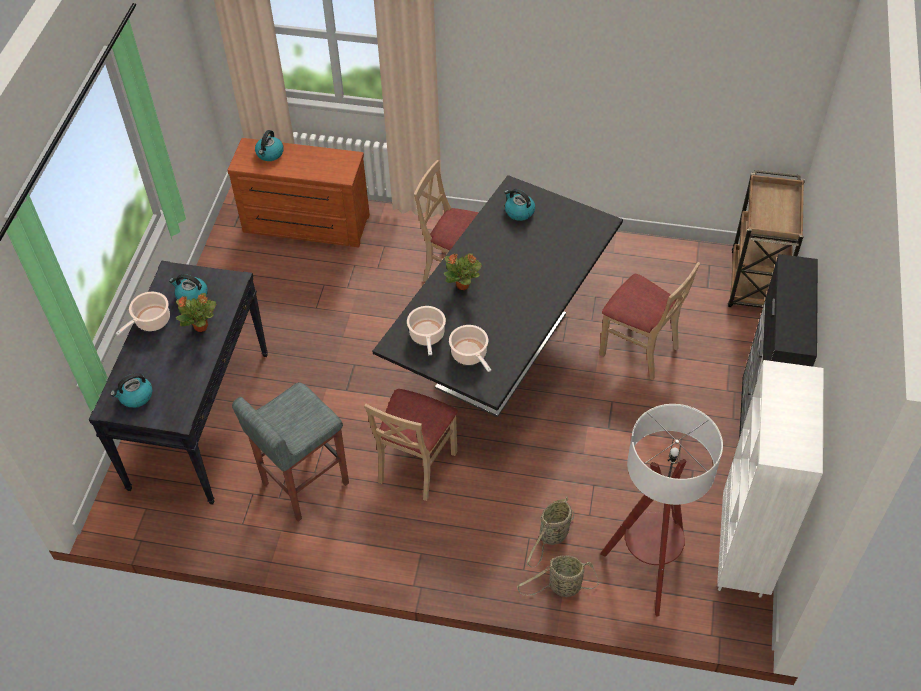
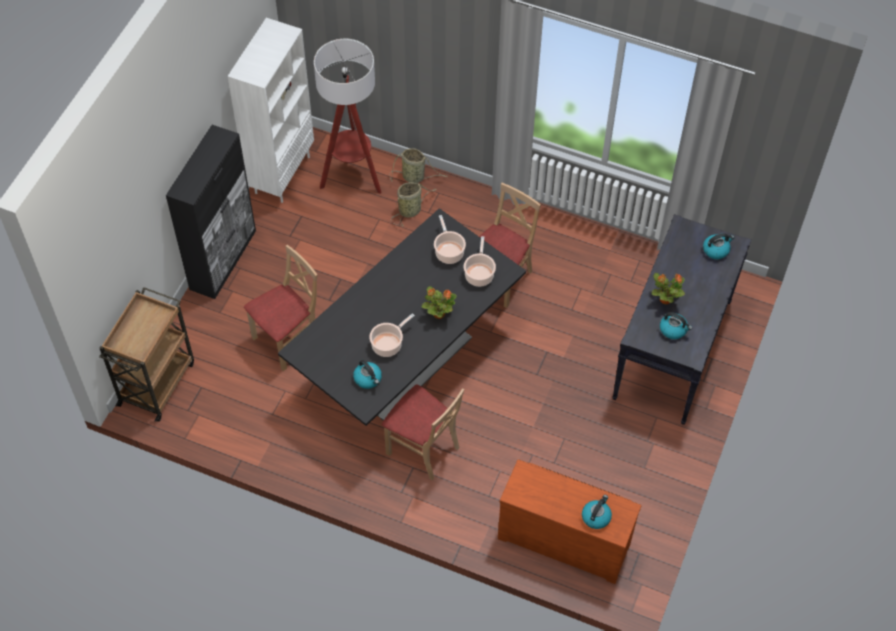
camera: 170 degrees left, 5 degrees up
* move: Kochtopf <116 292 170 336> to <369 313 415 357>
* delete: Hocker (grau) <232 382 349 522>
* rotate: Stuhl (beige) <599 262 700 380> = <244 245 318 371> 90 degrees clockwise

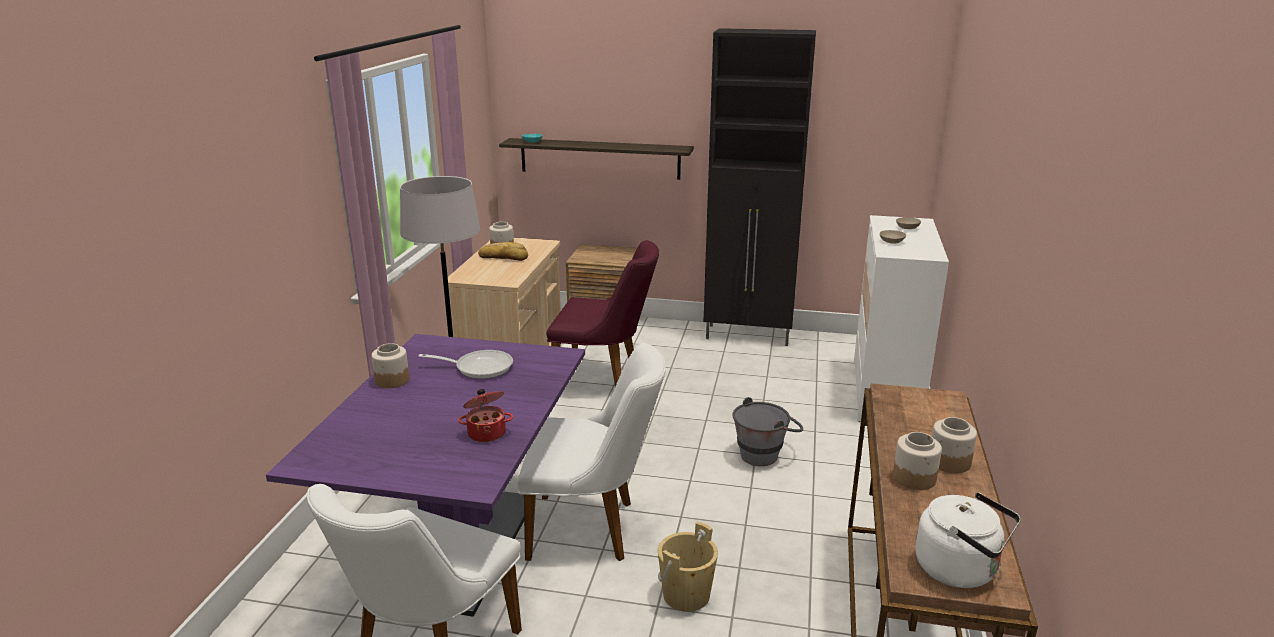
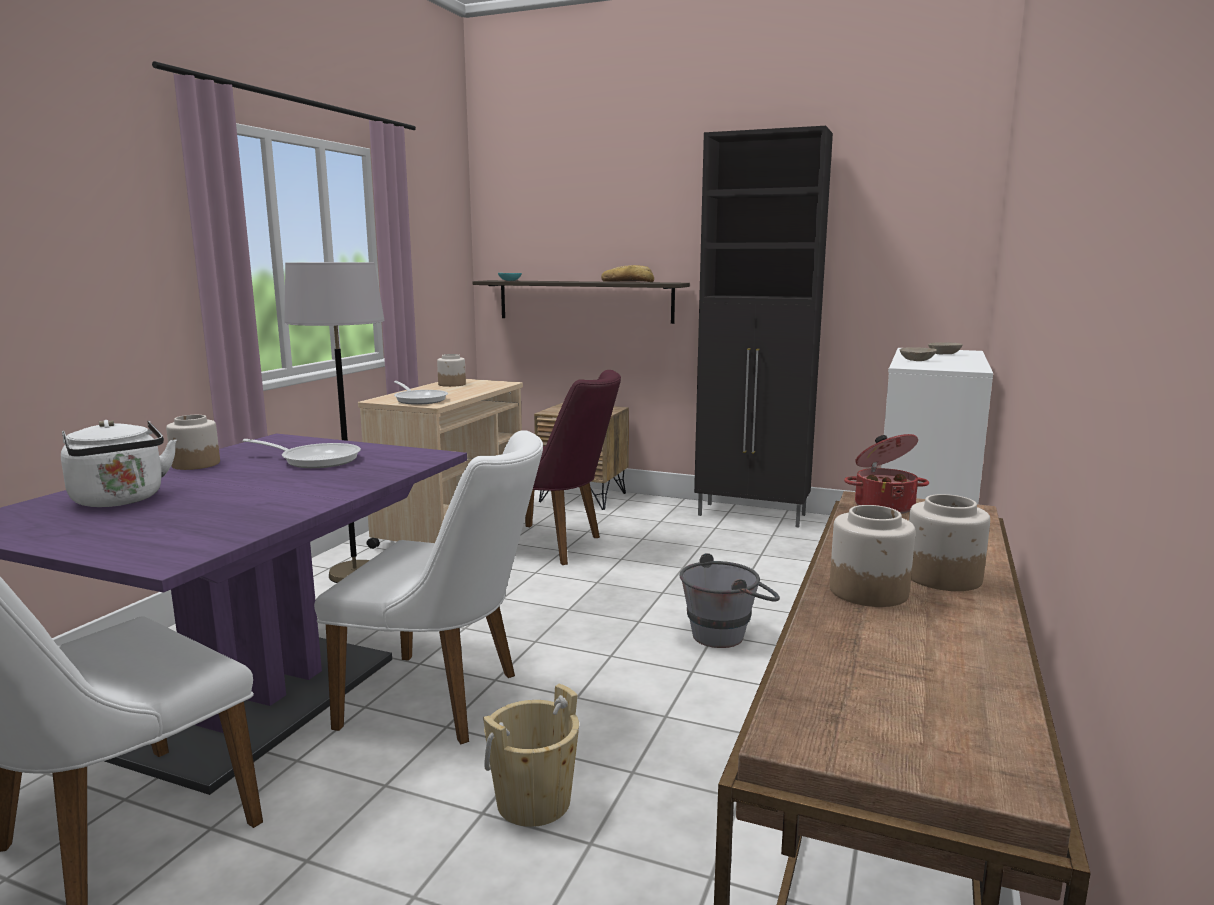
camera: 10 degrees right, 10 degrees down
* move: Kochtopf <458 389 513 442> to <844 434 929 514>
* move: Brot <478 242 528 261> to <601 265 654 282>
* move: Wasserkessel (weiß) <915 492 1021 588> to <61 420 177 507>
* insert: Pfanne <394 381 448 405>

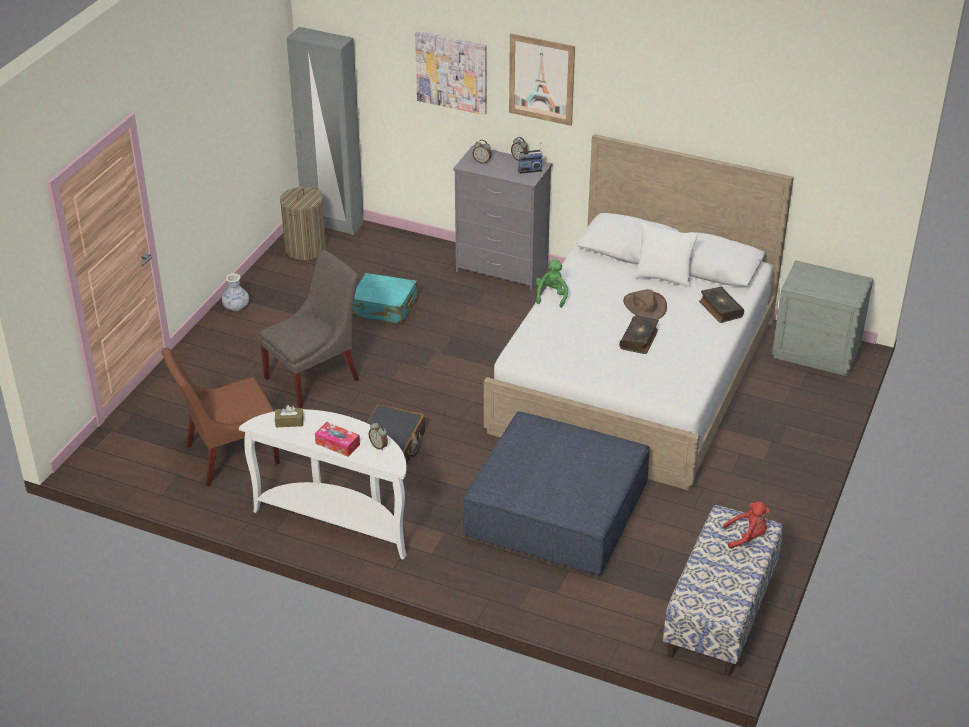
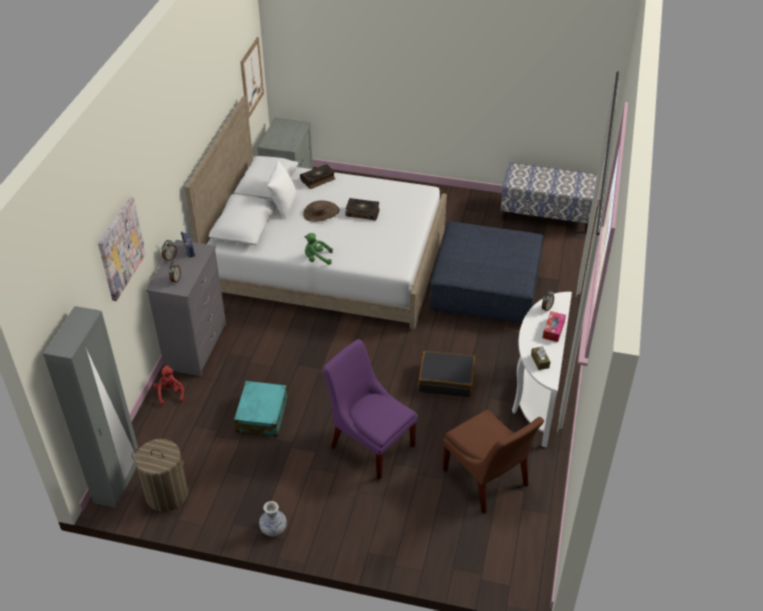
camera: 100 degrees left, 5 degrees up
* recolor: Stuhl (grau) <258 250 359 408> to Stuhl (lila) <323 339 417 480>
* move: Bild <509 34 575 126> to <241 37 264 117>
* move: Plüschtier (rot) <723 502 770 549> to <153 365 184 405>

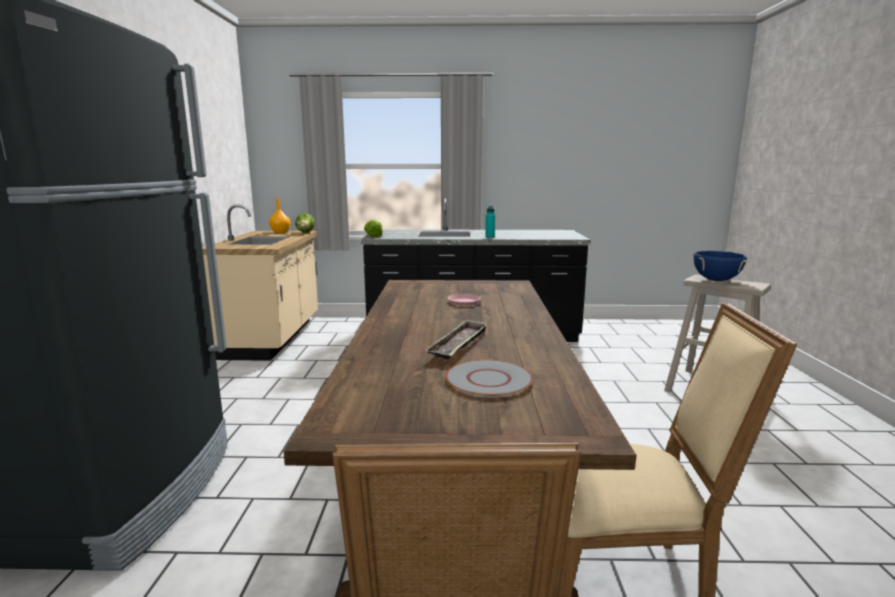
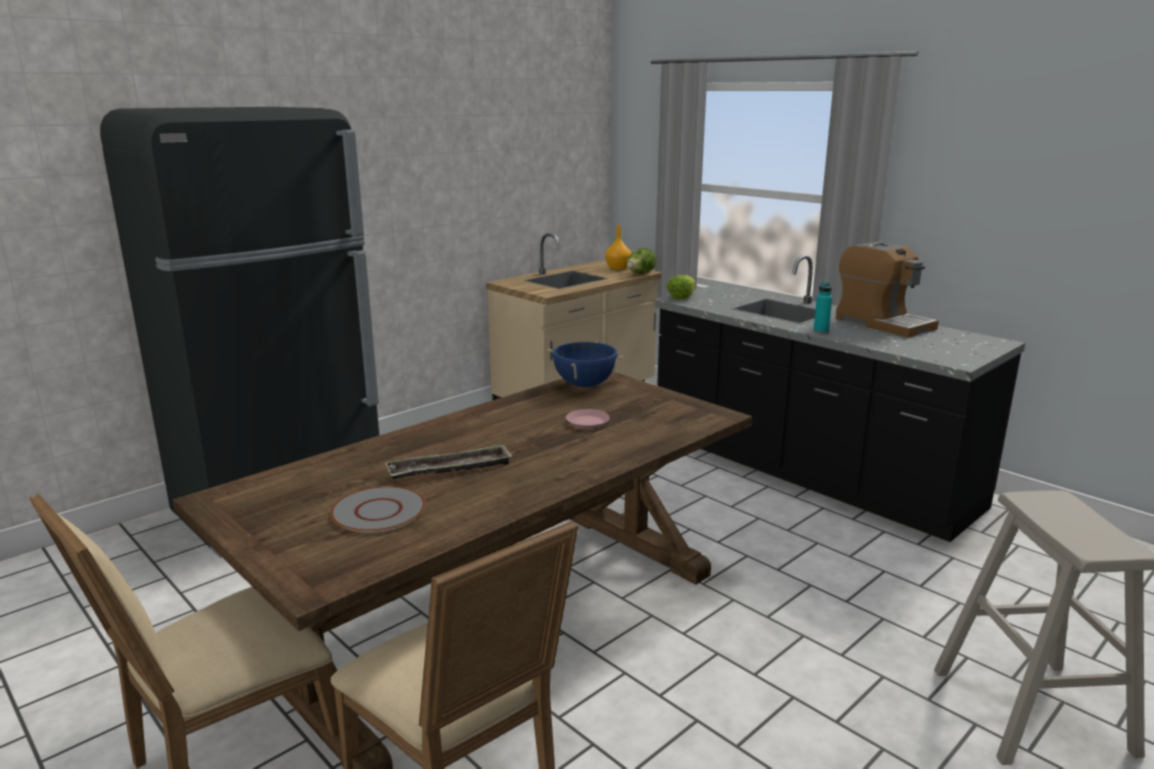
camera: 45 degrees right, 5 degrees up
* move: Kochtopf (blau) <694 251 748 281> to <547 342 624 388>
* insert: Kaffeemaschine <835 242 939 338>

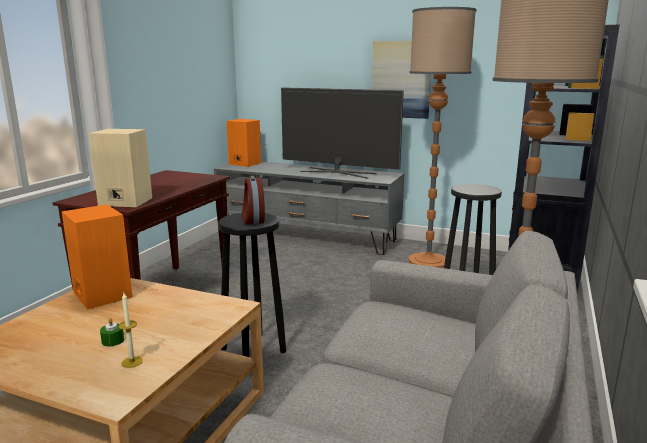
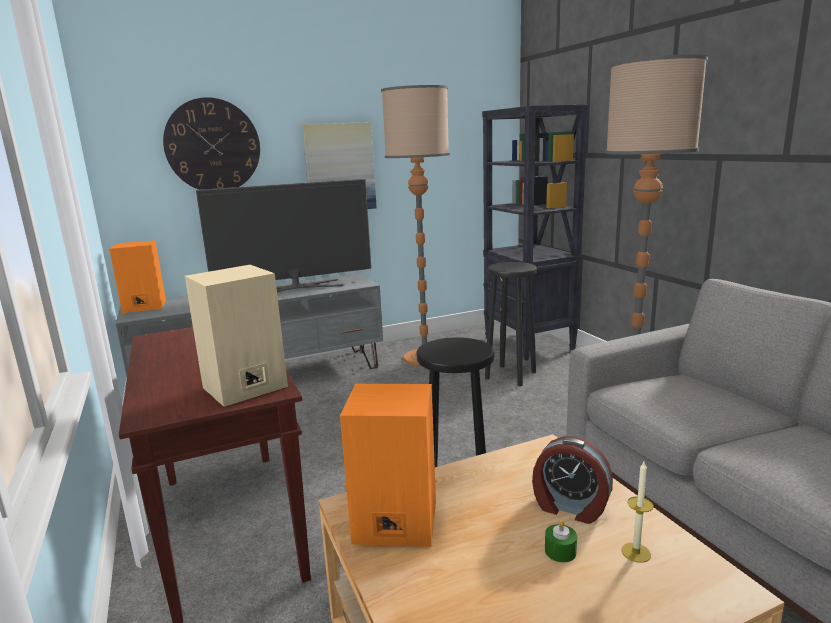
camera: 45 degrees left, 0 degrees up
* move: Wecker <242 176 265 225> to <532 436 613 524>
* insert: Wanduhr <163 97 260 190>

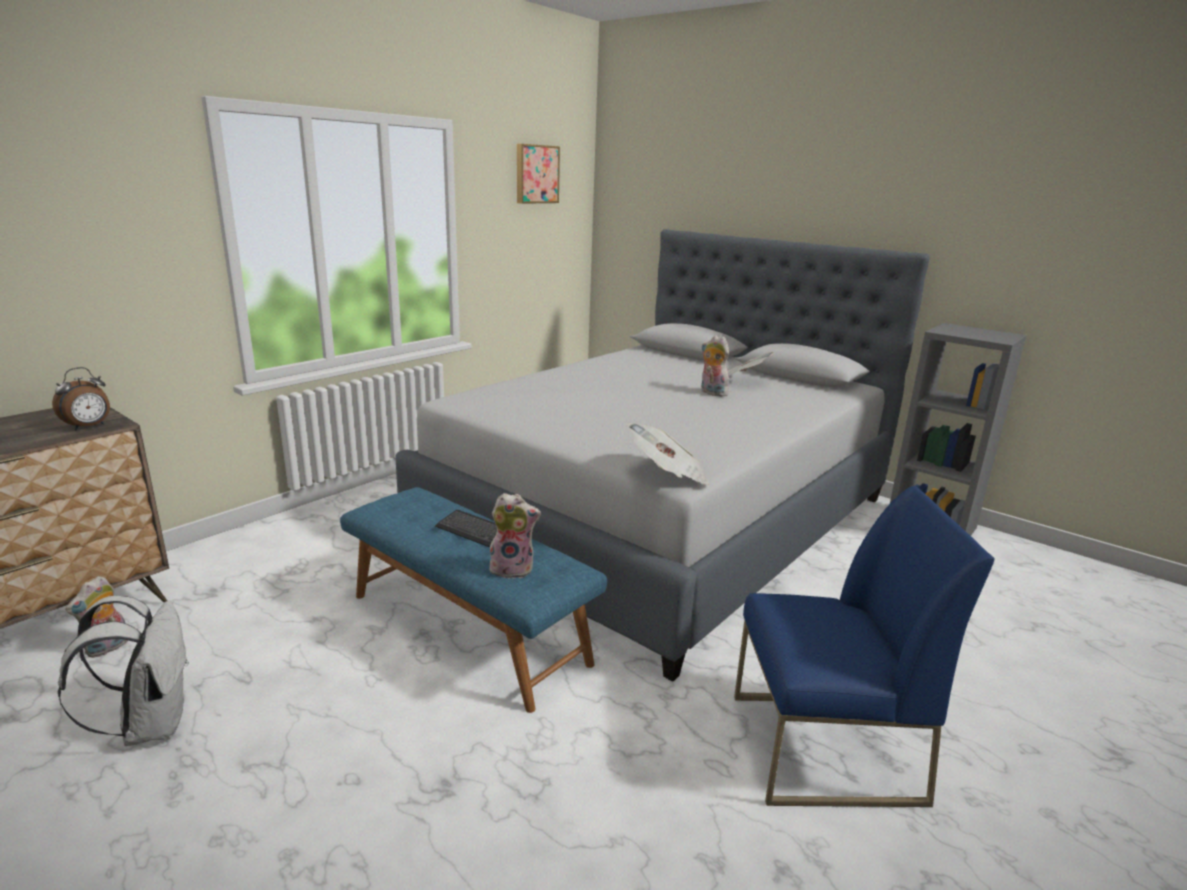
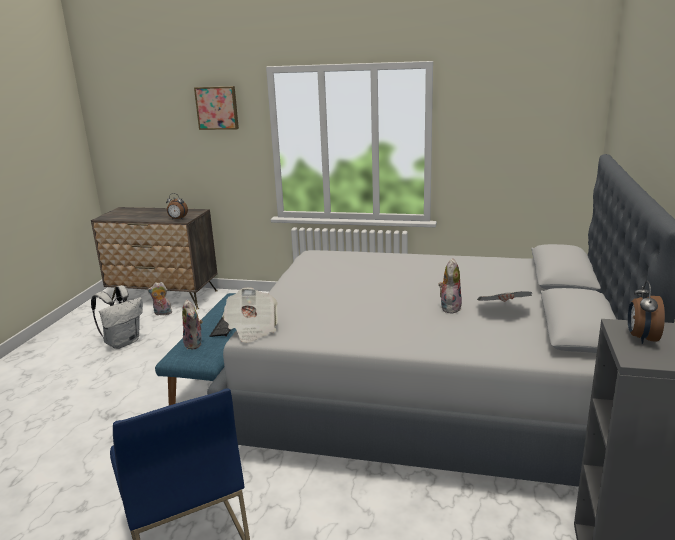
camera: 65 degrees right, 0 degrees up
* move: Bild <517 144 560 204> to <194 86 239 130>
* insert: Wecker <628 281 665 344>

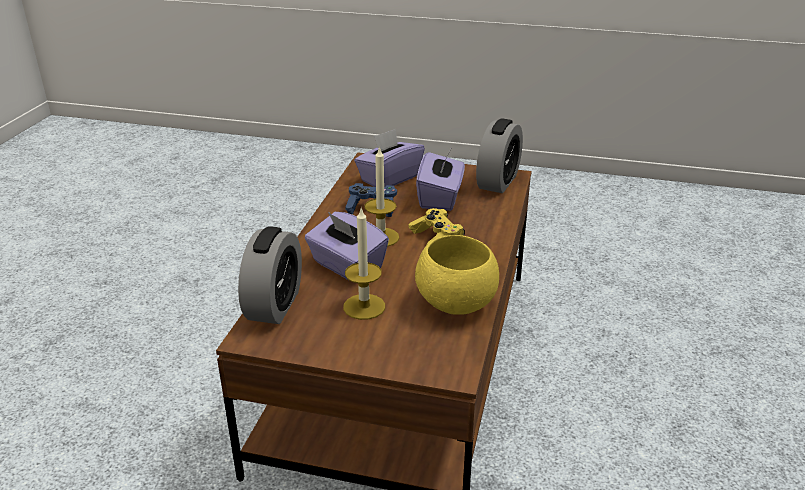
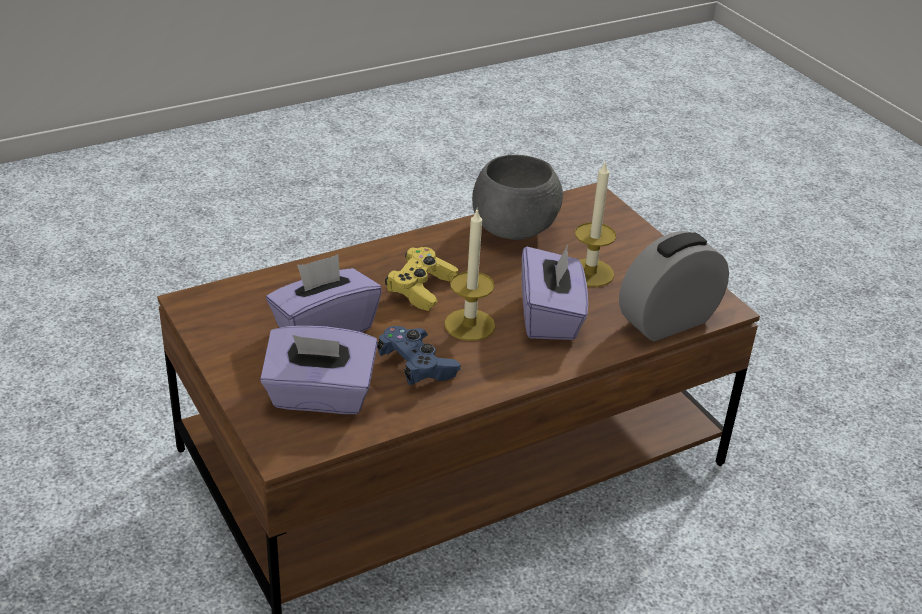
camera: 135 degrees left, 5 degrees up
* recolor: Schüssel (gelb) <415 235 499 315> to Schüssel (grau) <472 155 563 240>
* delete: Wecker <476 118 523 193>

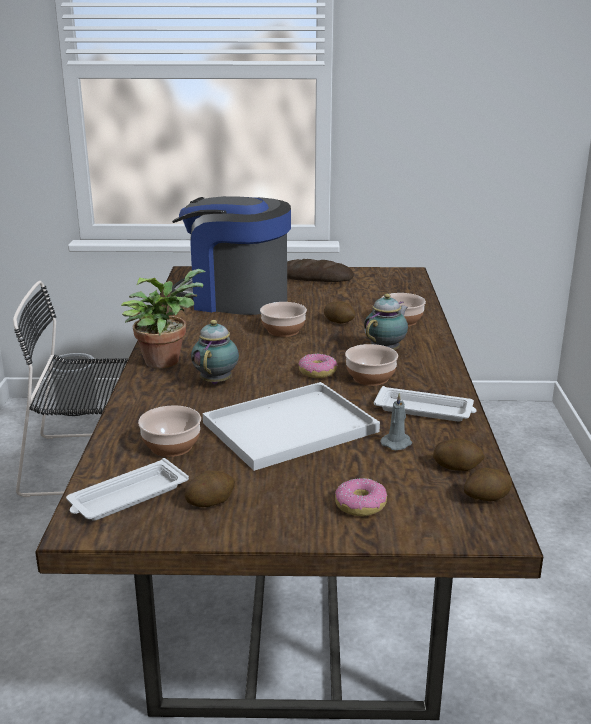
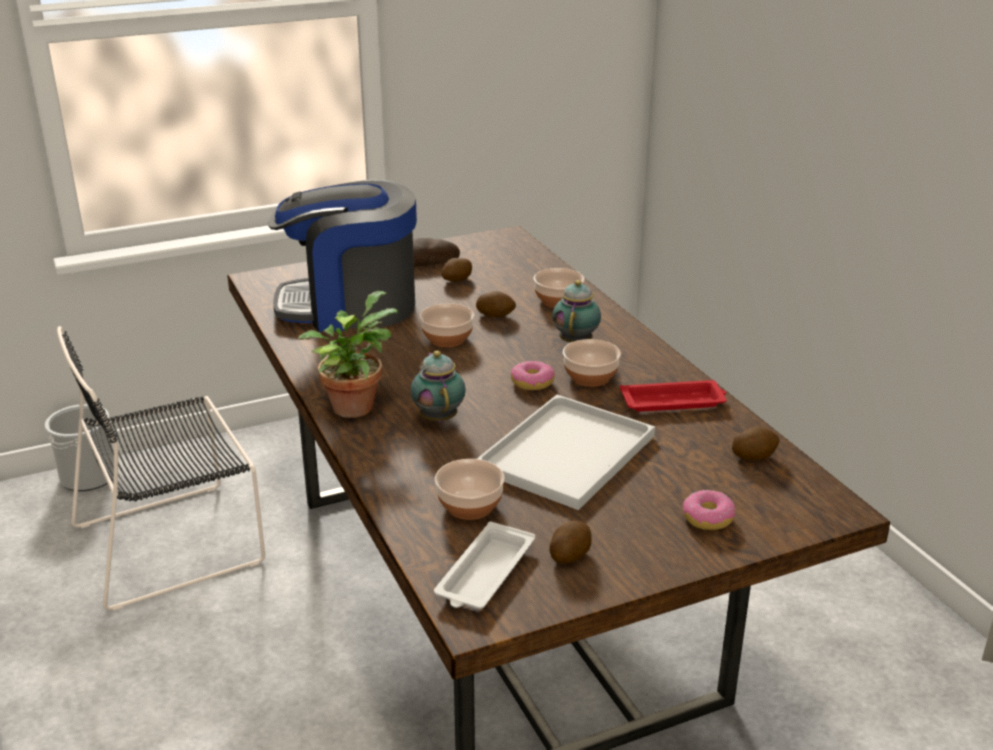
camera: 25 degrees left, 5 degrees up
* recolor: Tablett (weiß) <374 386 477 422> to Tablett (rot) <620 380 727 412>
* delete: Kerze (grau) <380 392 412 450>
* move: Kartoffel <464 468 512 501> to <442 258 472 281>

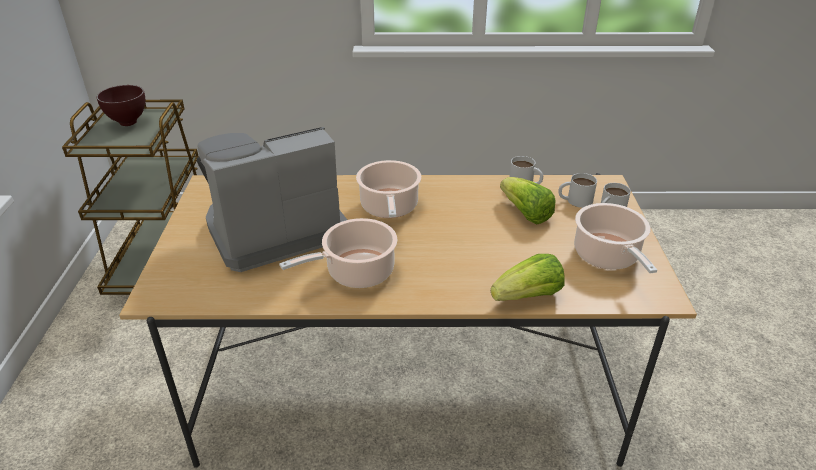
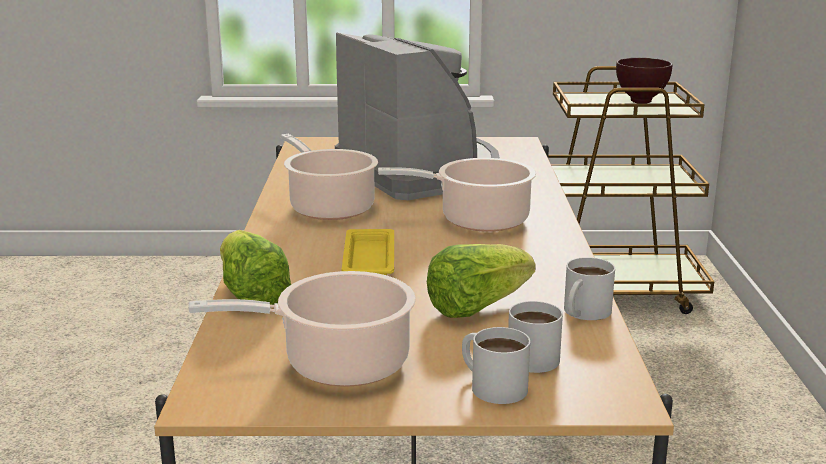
camera: 90 degrees right, 15 degrees down
* insert: Tablett (gelb) <341 229 394 275>

